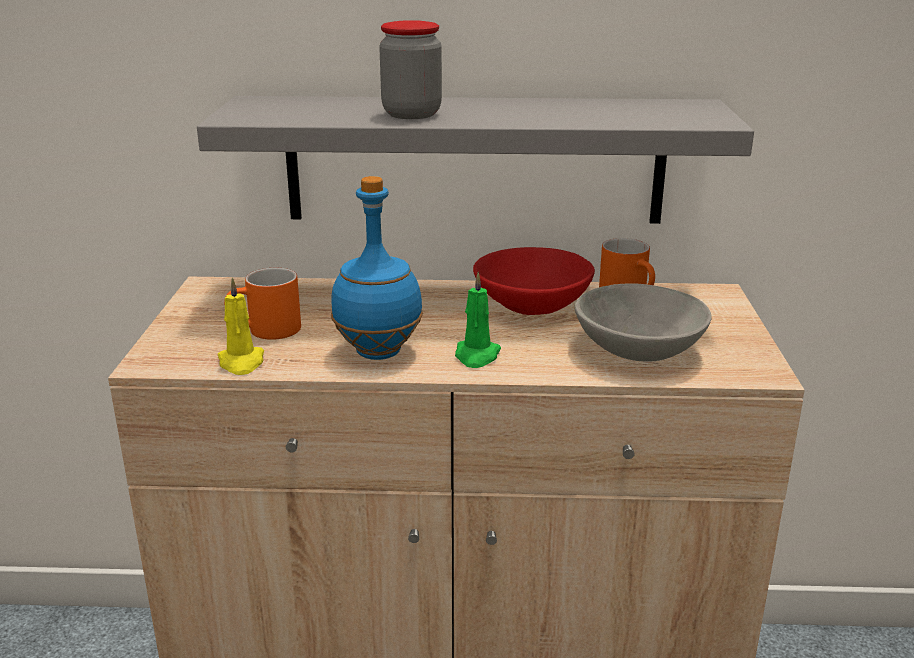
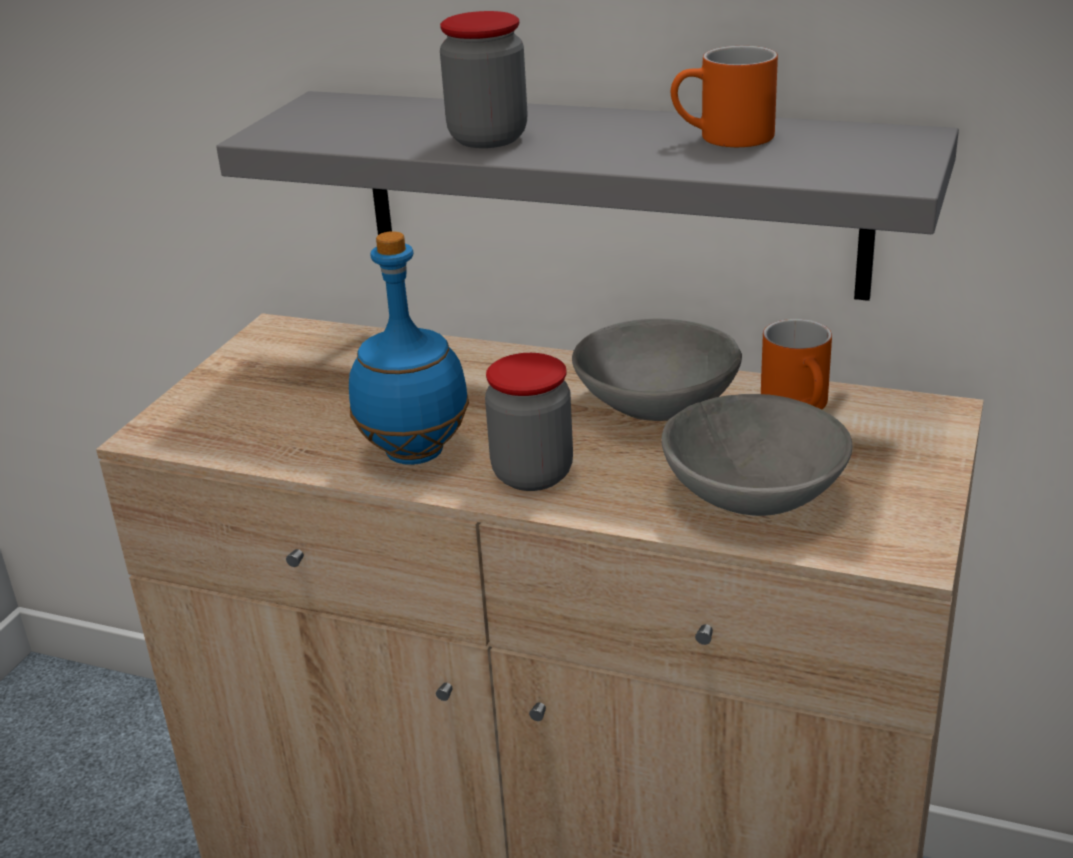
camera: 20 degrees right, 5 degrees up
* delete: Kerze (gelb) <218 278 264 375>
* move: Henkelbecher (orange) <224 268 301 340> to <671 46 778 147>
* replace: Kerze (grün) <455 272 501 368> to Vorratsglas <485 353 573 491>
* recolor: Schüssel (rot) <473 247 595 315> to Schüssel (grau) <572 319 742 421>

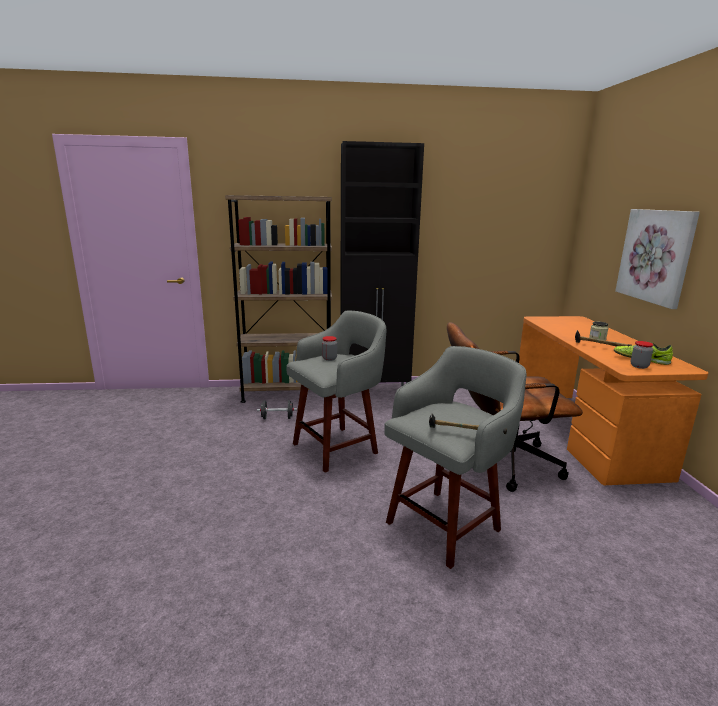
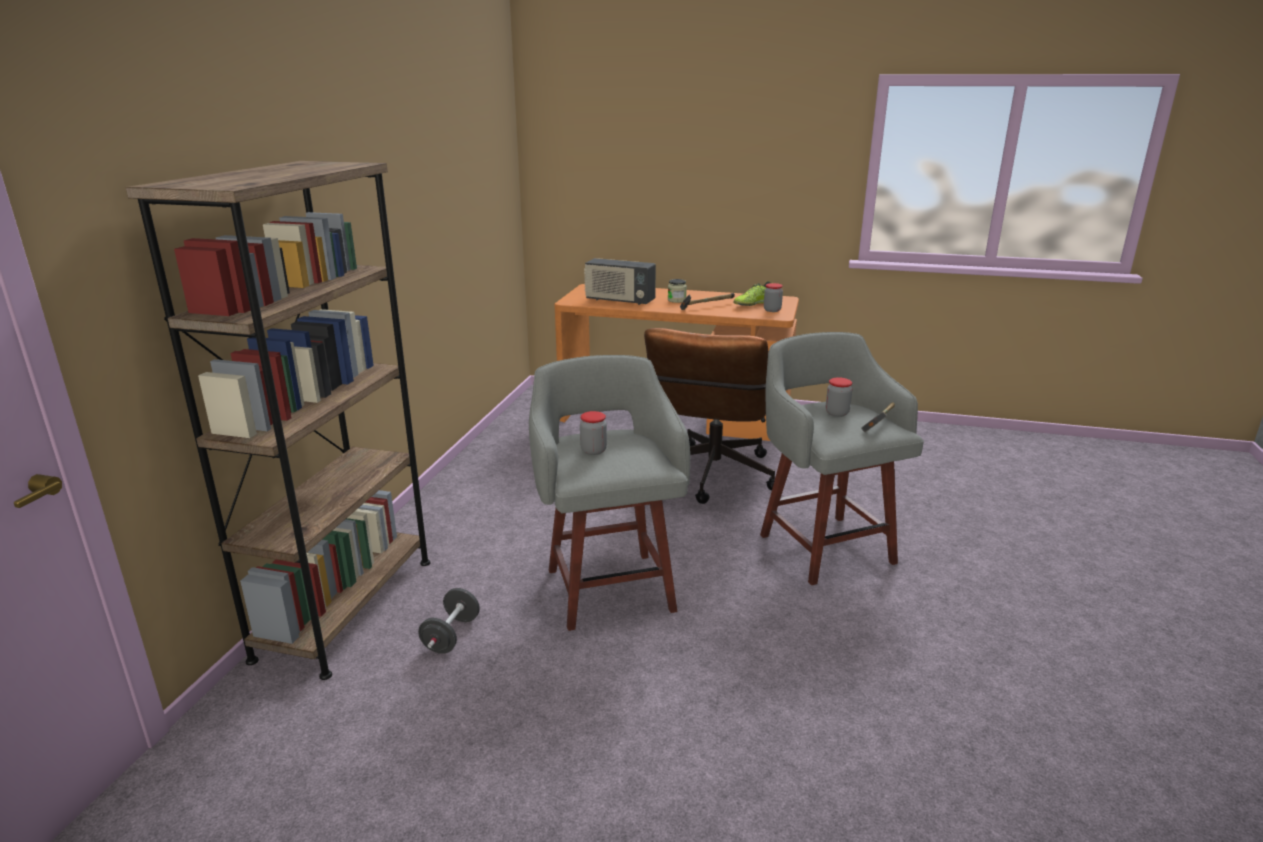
camera: 70 degrees left, 5 degrees up
* delete: Schrank (schwarz) <340 141 424 397>
* delete: Bild <615 209 700 309>
* insert: Radio <584 258 656 305>
* insert: Vorratsglas <826 377 852 417>

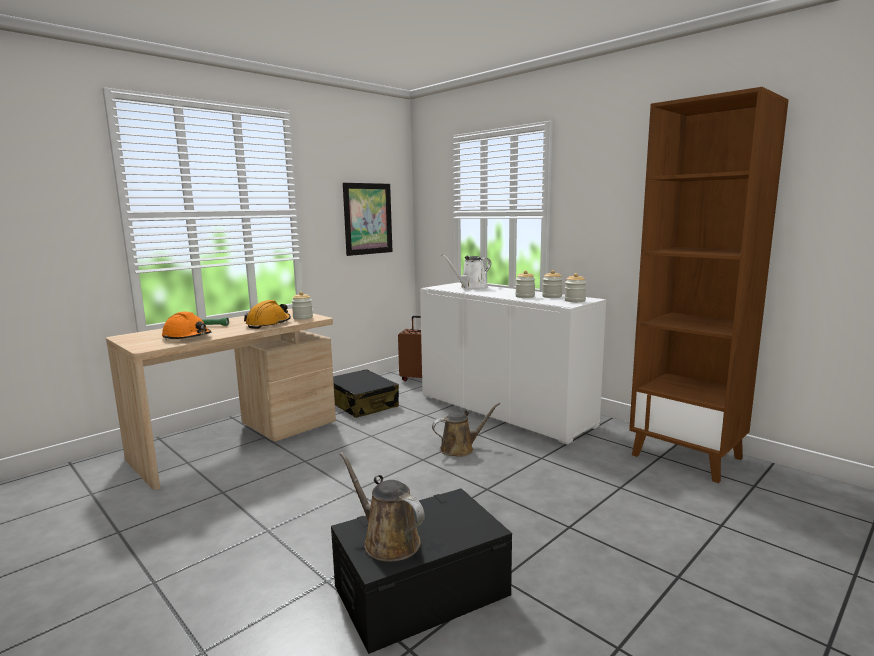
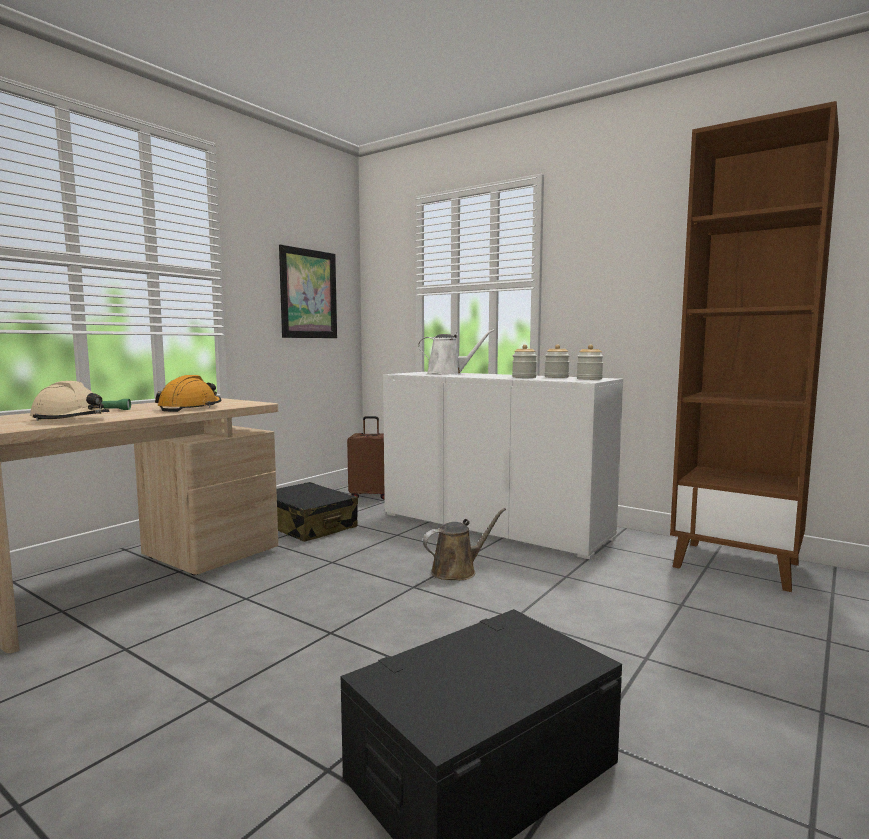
camera: 10 degrees left, 5 degrees down
* recolor: Schutzhelm (orange) <162 311 211 340> to Schutzhelm (beige) <30 381 110 421>
* delete: Vorratsglas <292 292 313 320>
* delete: Gießkanne (braun) <340 452 425 562>
* rotate: Gießkanne (weiß) <441 255 491 290> = <418 329 494 375> 135 degrees counterclockwise

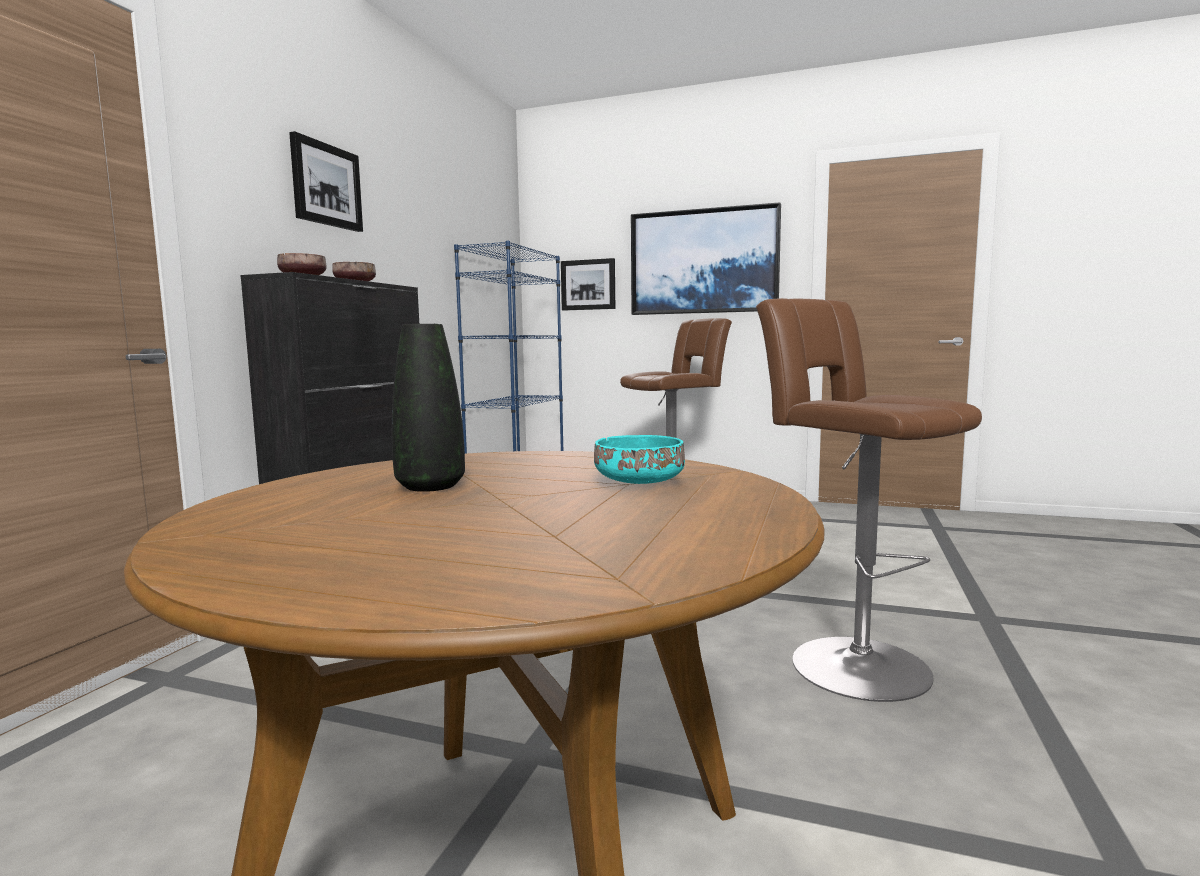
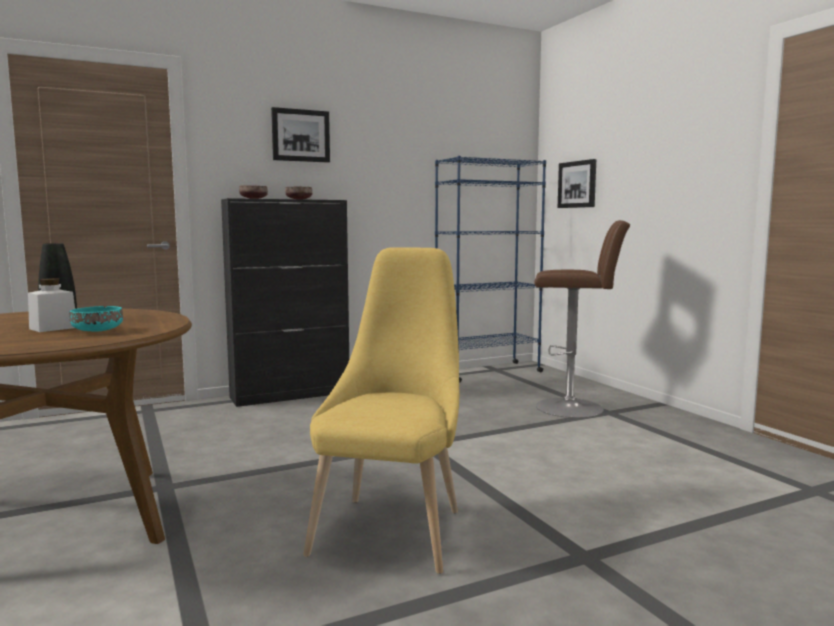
camera: 45 degrees right, 0 degrees up
* delete: Bild <631 202 781 315>
* replace: Hocker (braun) <756 298 982 702> to Stuhl (gelb) <303 247 459 574>
* insert: Vorratsglas (weiß) <28 278 75 332>

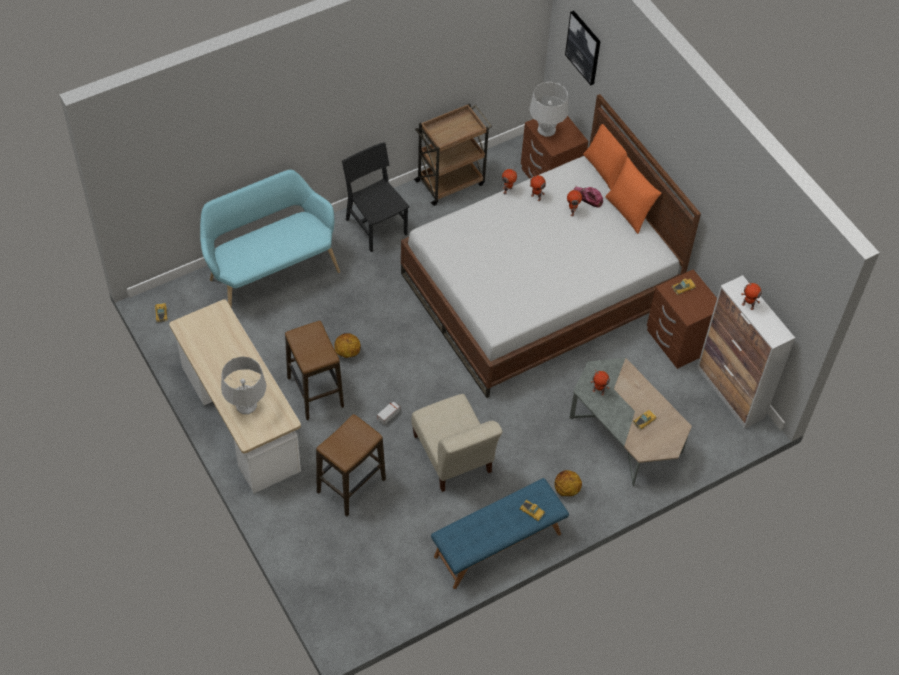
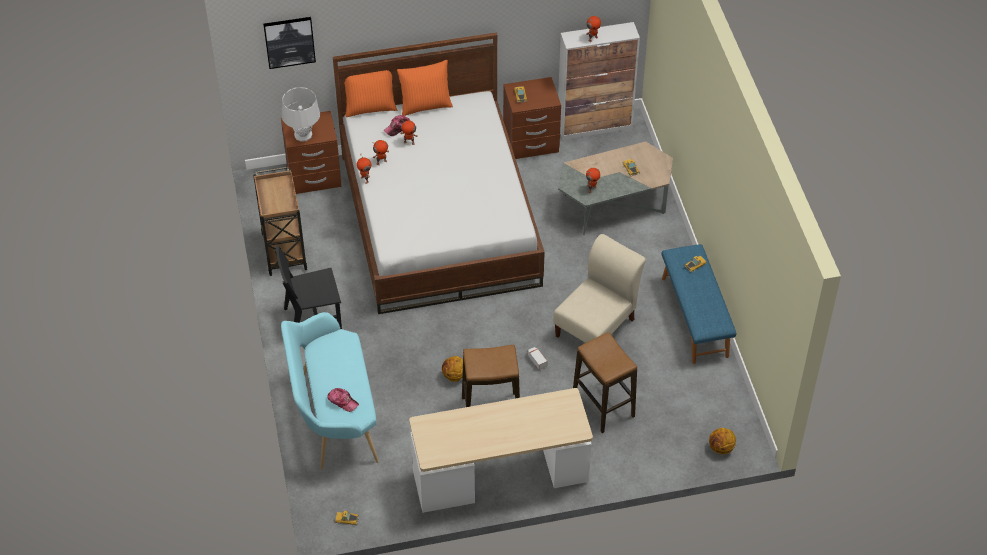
camera: 70 degrees left, 5 degrees down
* delete: Tischlampe (grau) <221 357 267 414>
* rotate: Stuhl (beige) <412 394 503 492> = <553 234 646 343> 45 degrees counterclockwise
* move: Basketball <555 470 582 496> to <709 428 736 455>
* insert: Kappe <327 388 359 412>

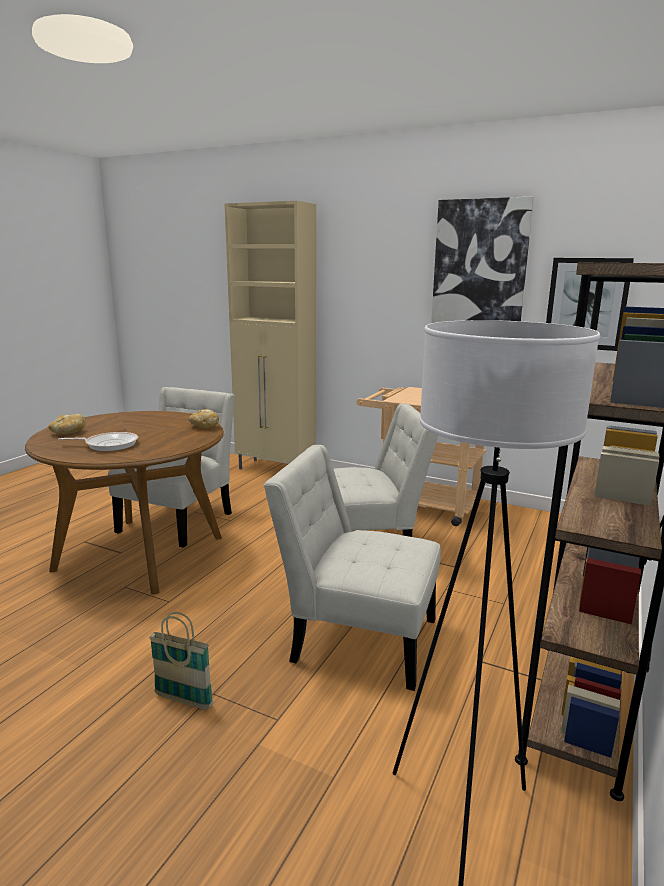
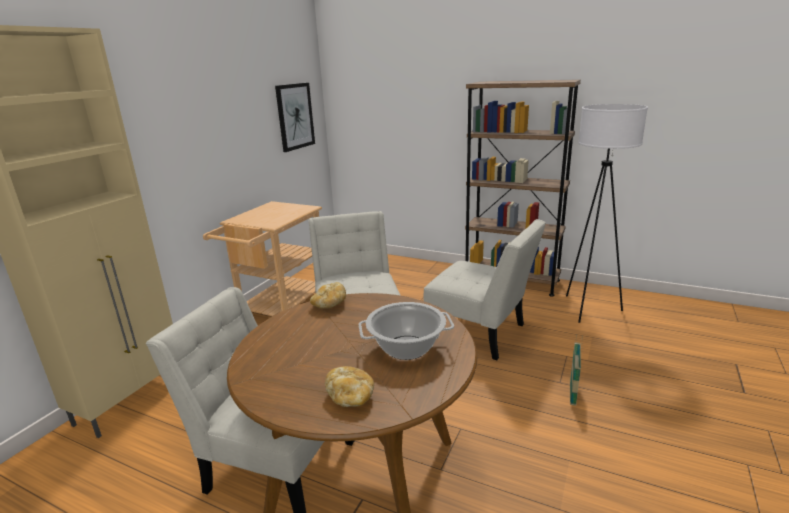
camera: 90 degrees left, 5 degrees up
* replace: Pfanne <58 432 138 451> to Kochtopf <359 302 454 360>
* rotate: Stuhl (weiß) <264 445 441 691> = <423 219 546 360> 75 degrees counterclockwise
* delete: Bild <431 196 534 323>

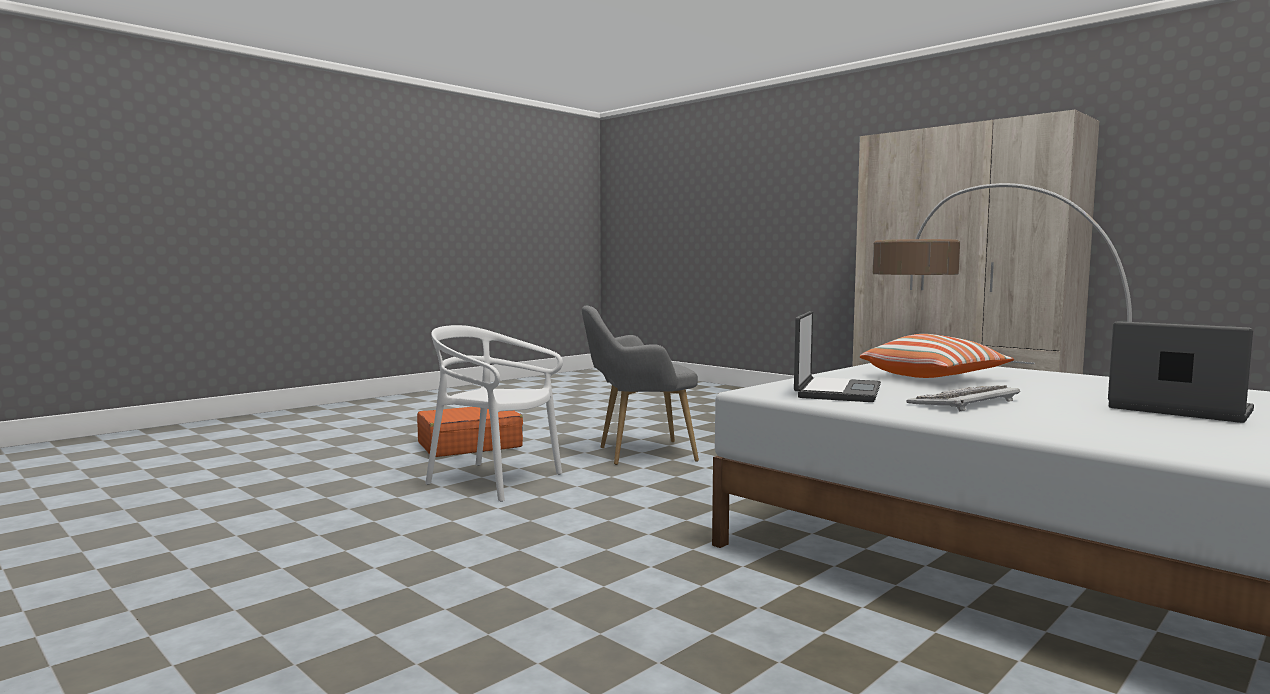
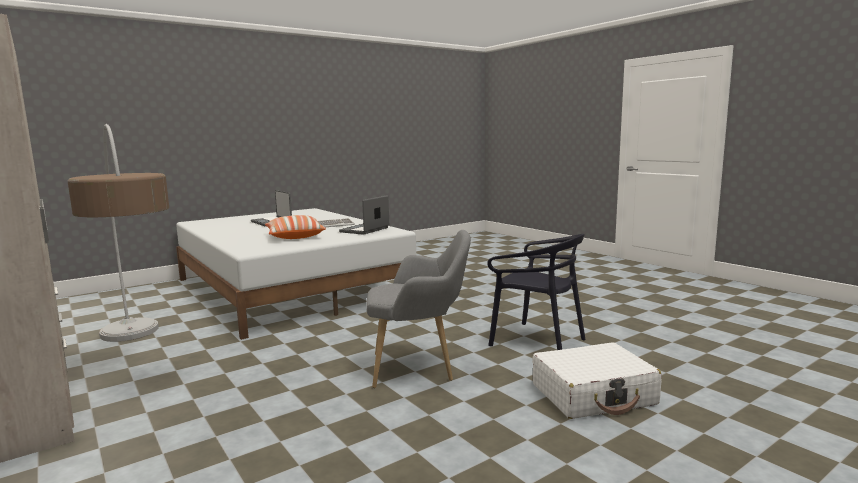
camera: 170 degrees left, 5 degrees up
* recolor: Koffer (orange) <417 407 523 457> to Koffer (weiß) <532 342 662 419>
* recolor: Stuhl (weiß) <425 325 563 502> to Stuhl (schwarz) <487 234 586 350>

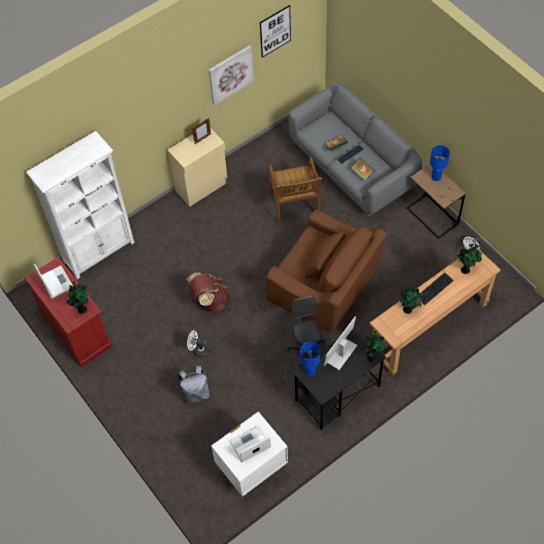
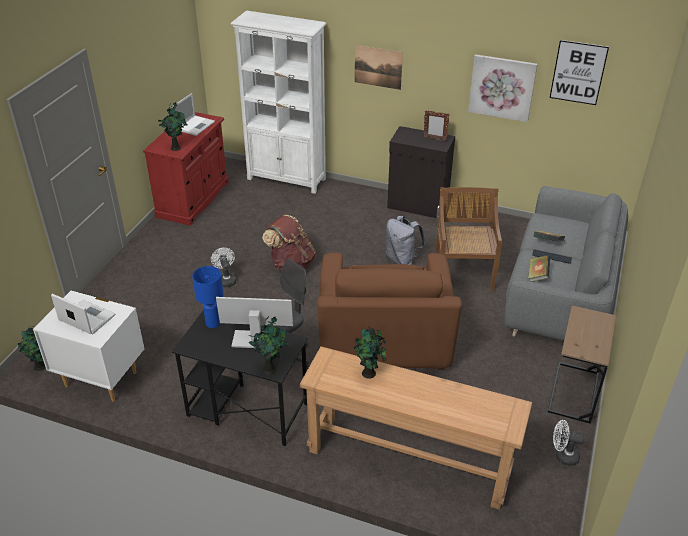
camera: 55 degrees right, 20 degrees down
* recolor: Schrank (beige) <167 129 228 207> to Schrank (schwarz) <387 126 455 219>
* move: Rucksack (grau) <178 366 210 404> to <386 216 425 265>
* rotate: Stuhl (braun) <269 157 322 225> = <435 187 502 293> 135 degrees clockwise
* delete: Tastatur <420 273 454 305>
* delete: Tischlampe (blau) <430 145 450 181>
* move: Topfpflanze <457 243 482 274> to <18 328 46 371>
* insert: Bild <355 45 403 90>

